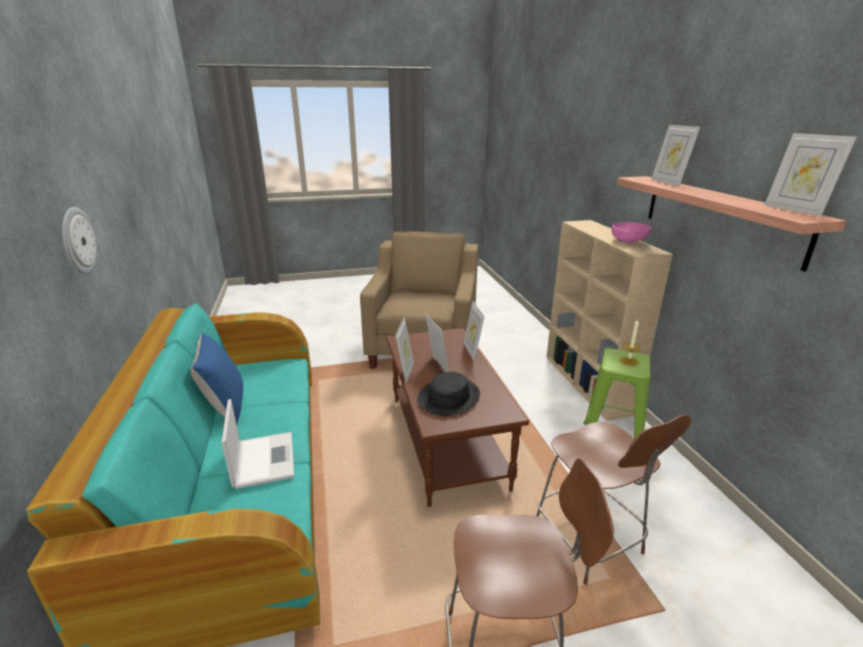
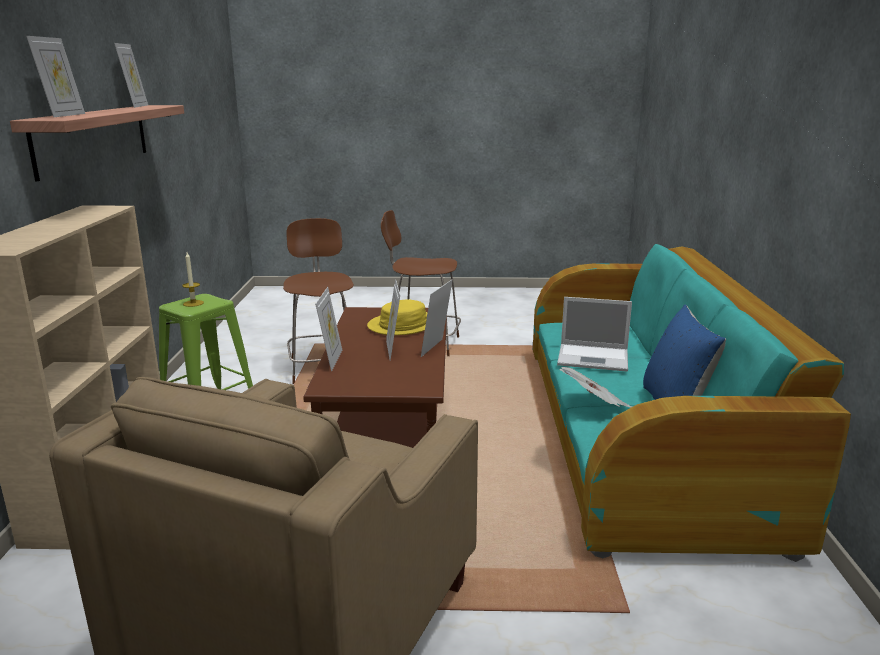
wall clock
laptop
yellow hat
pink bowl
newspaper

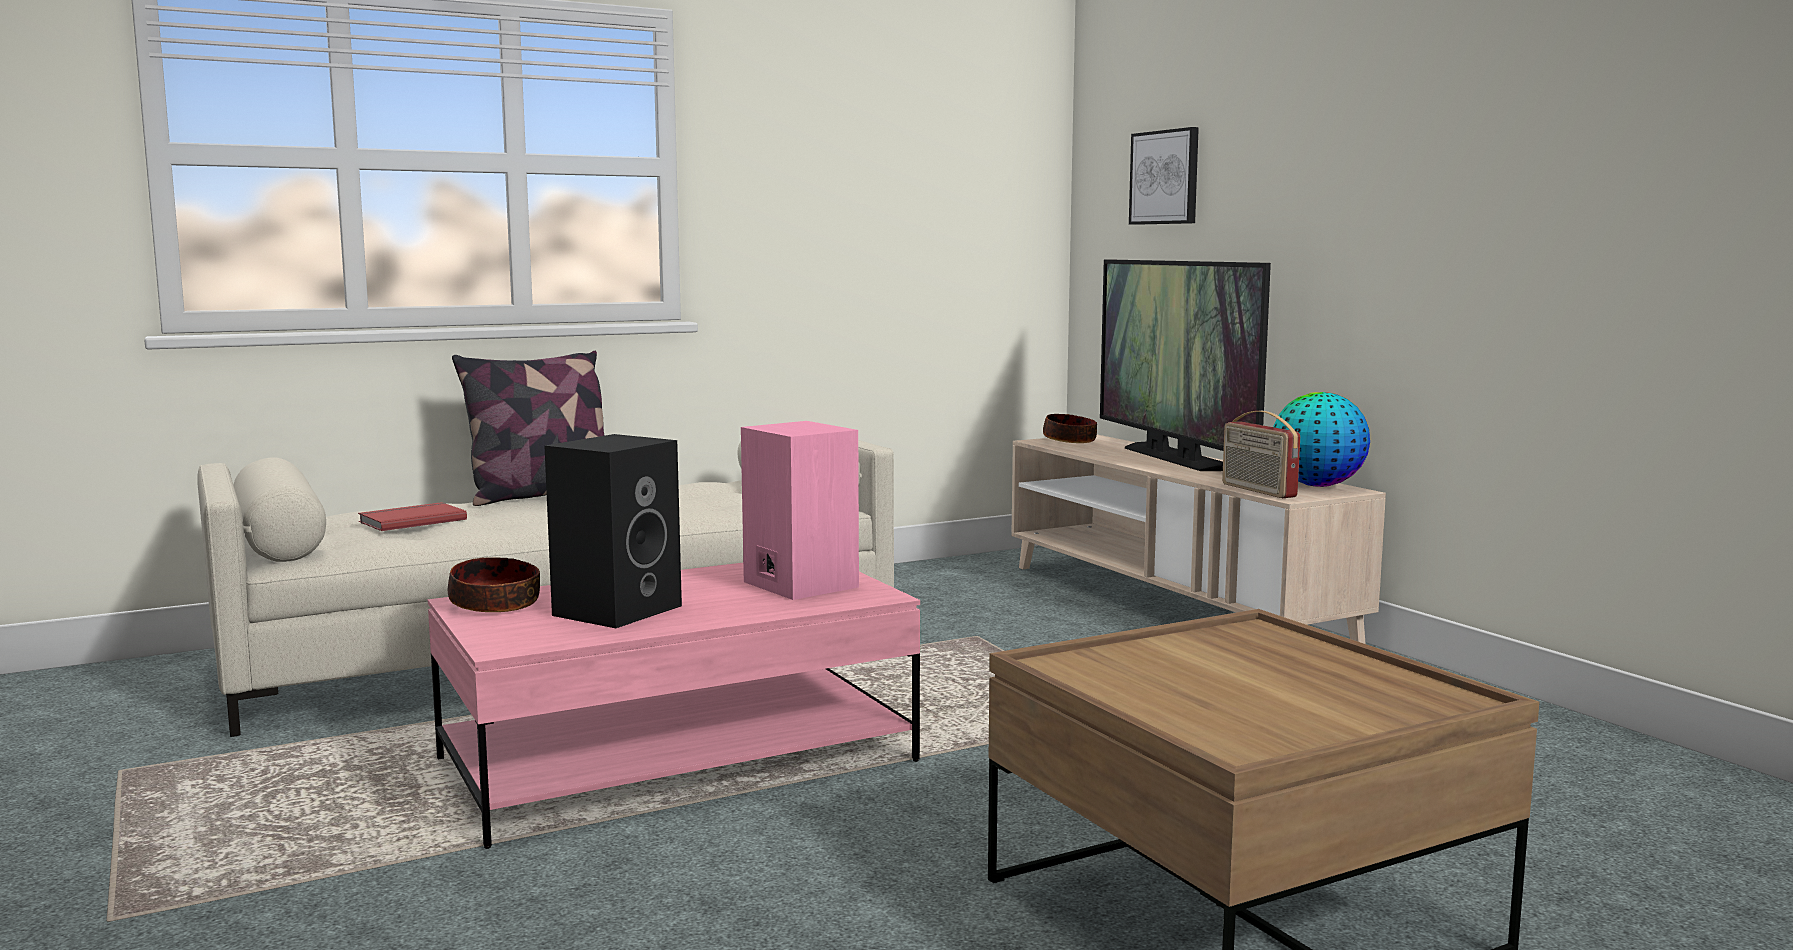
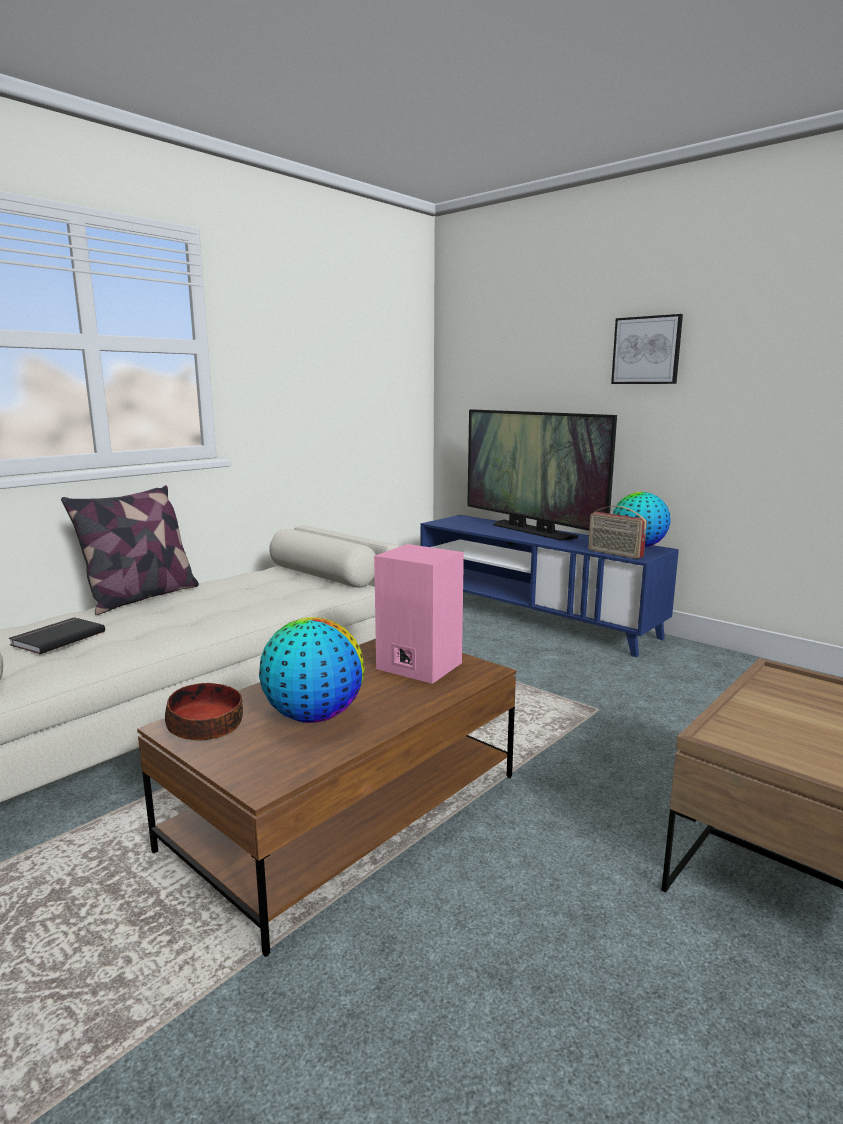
black book
brown coffee table (1st from left)
globe (1st from left)
blue tv stand
bowl (2nd from left in the first image)
picture

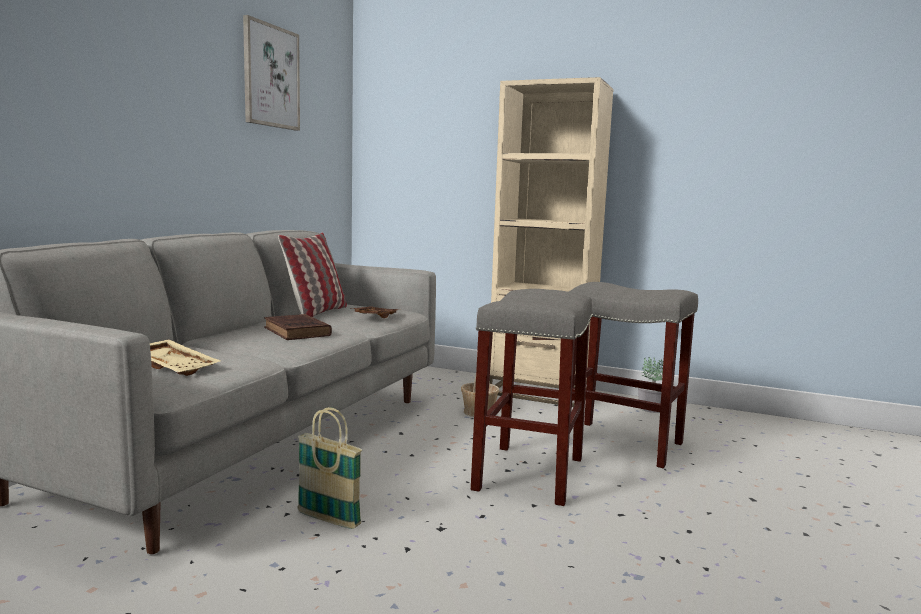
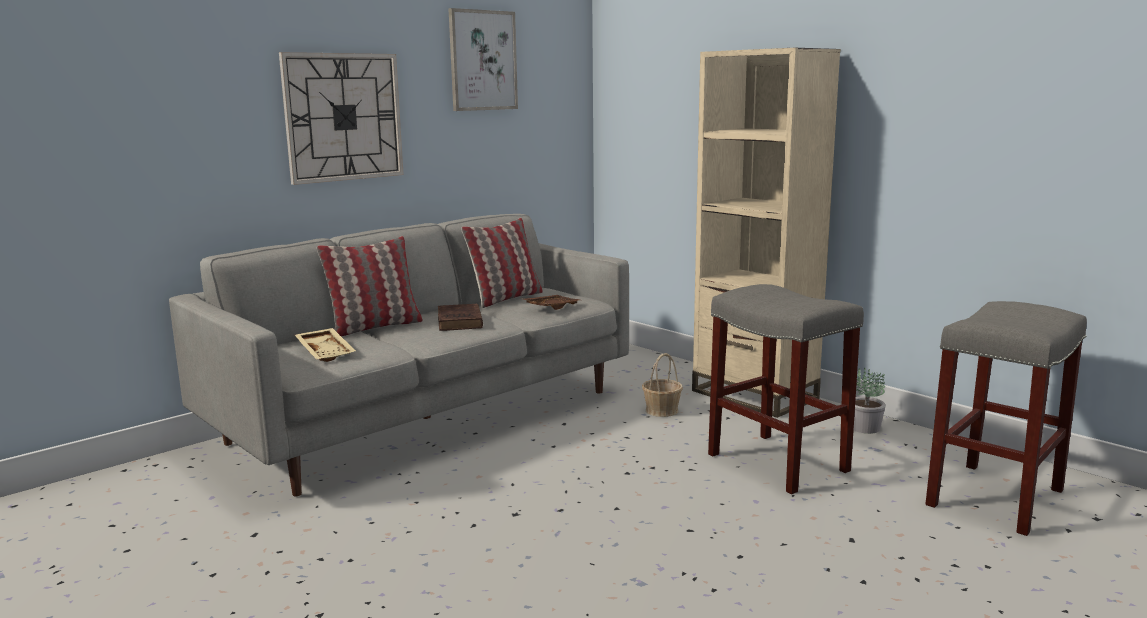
basket (1st from left in the first image)
grey stool (2nd from left)
wall clock
pillow (1st from left)

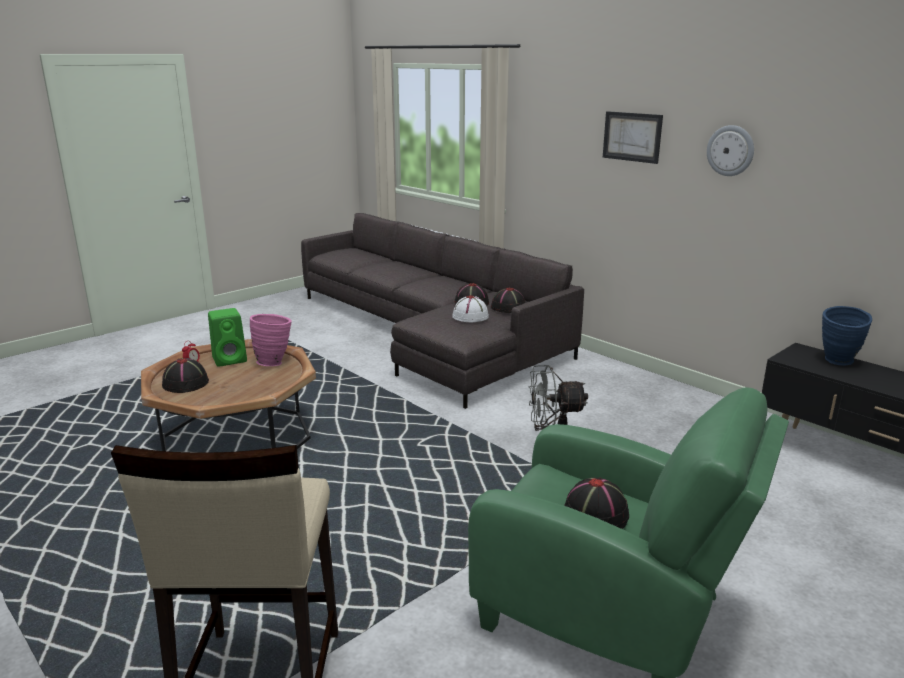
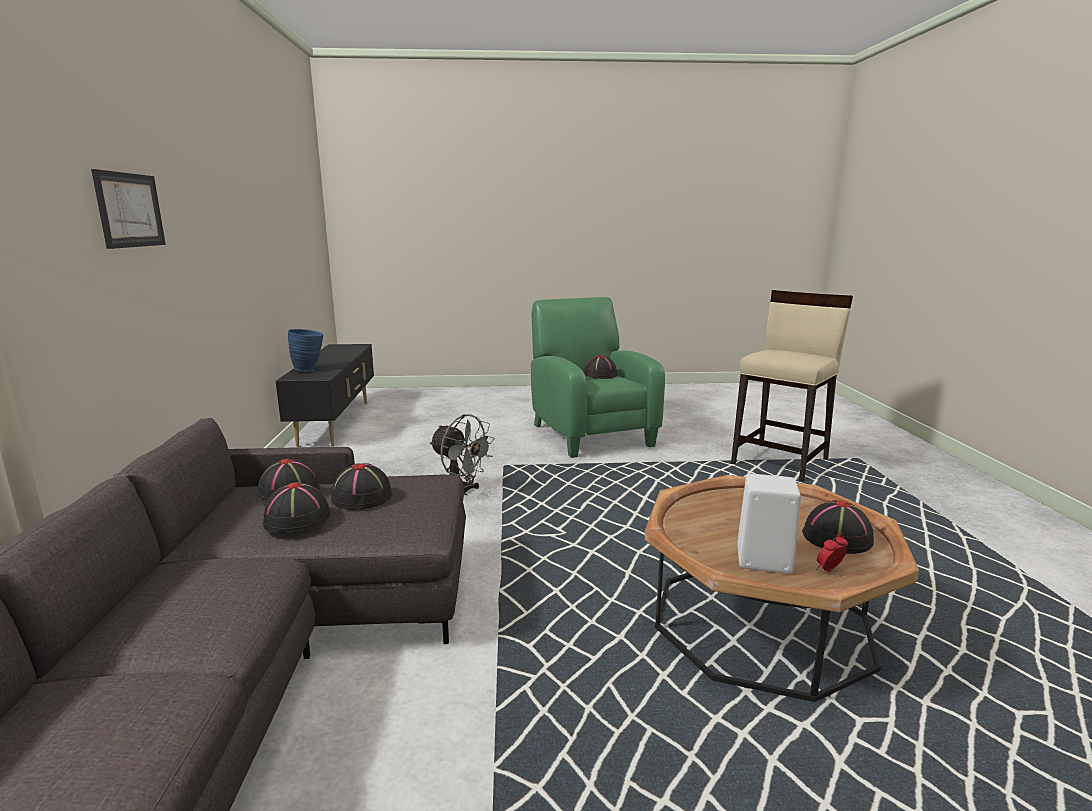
white speaker
pink vase
black hat (3rd from left)
wall clock

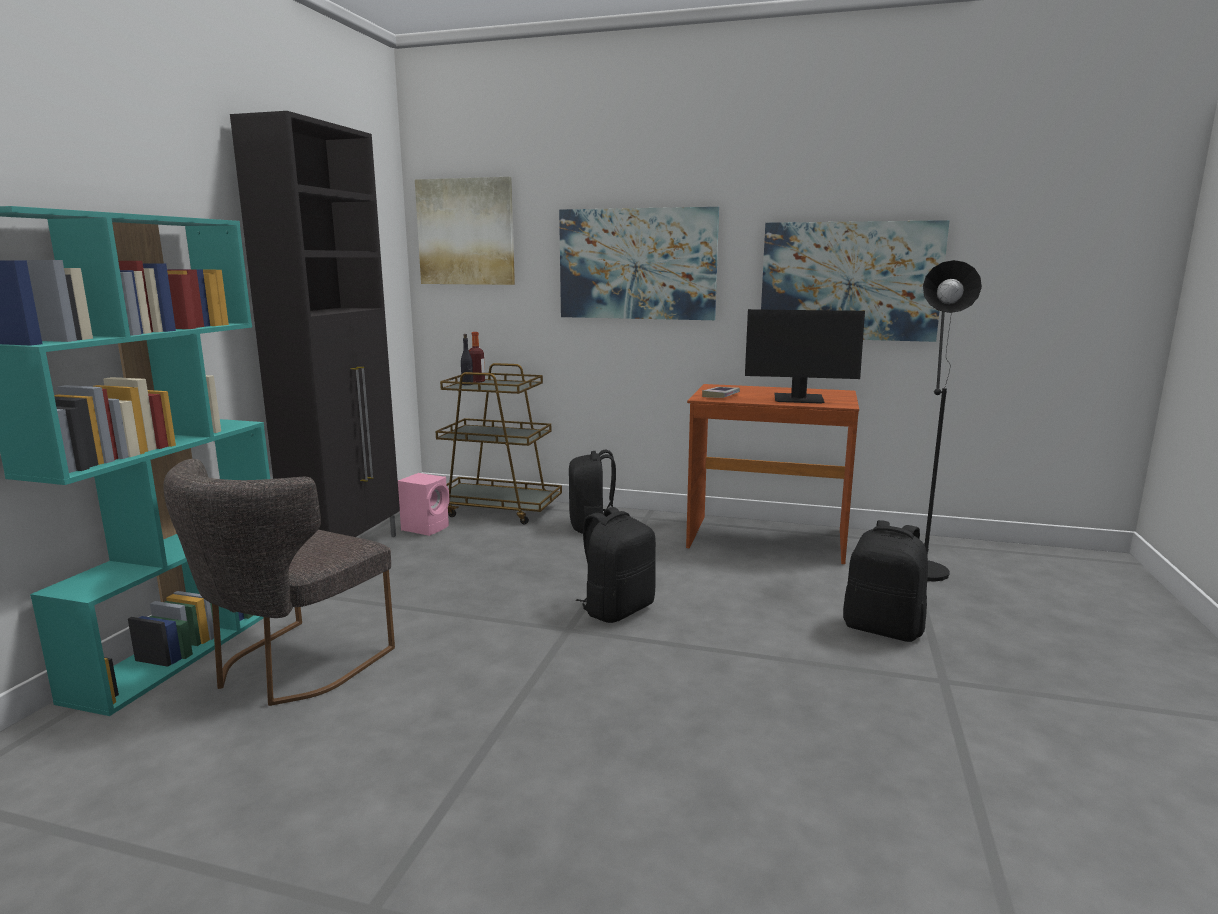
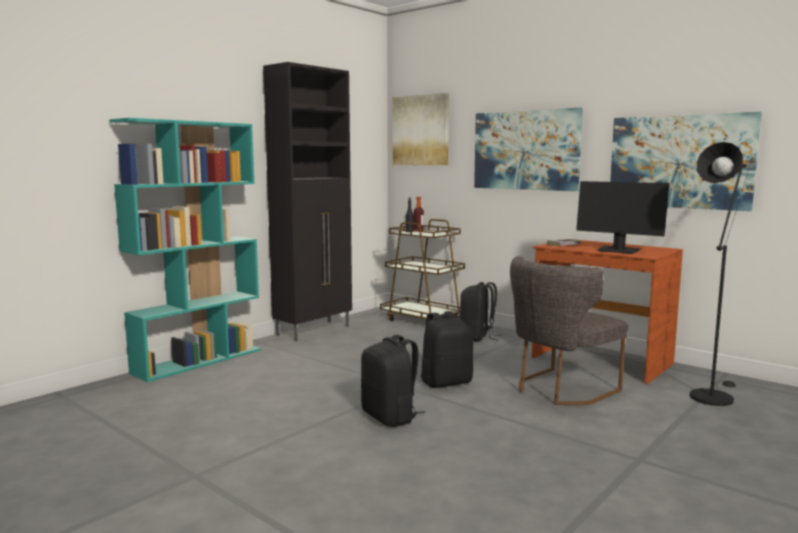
grey chair
pink speaker
black backpack (1st from left)

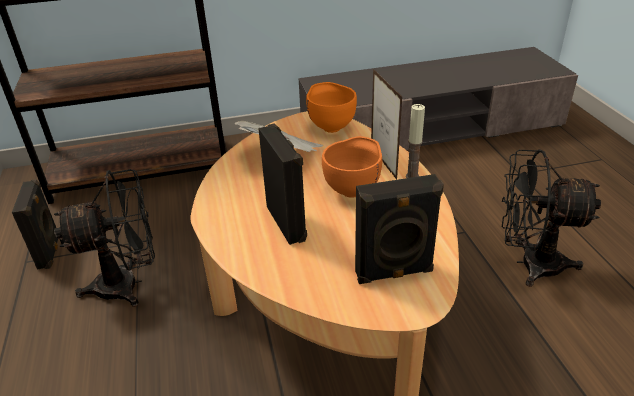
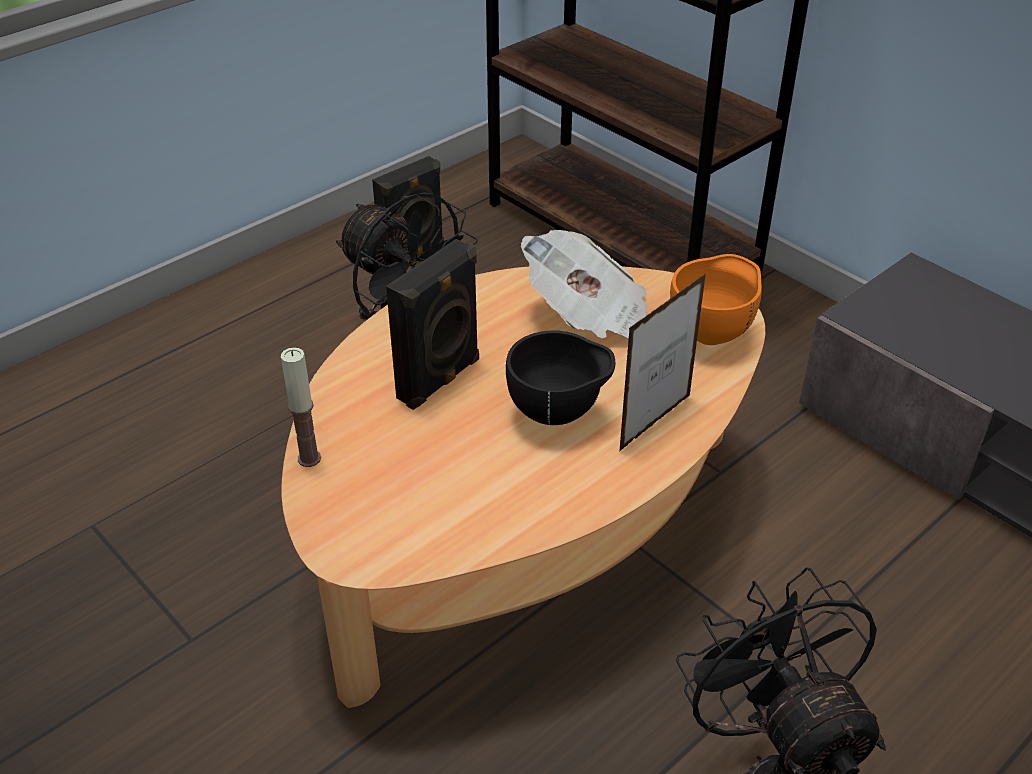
black bowl
black speaker (3rd from left in the first image)
candle

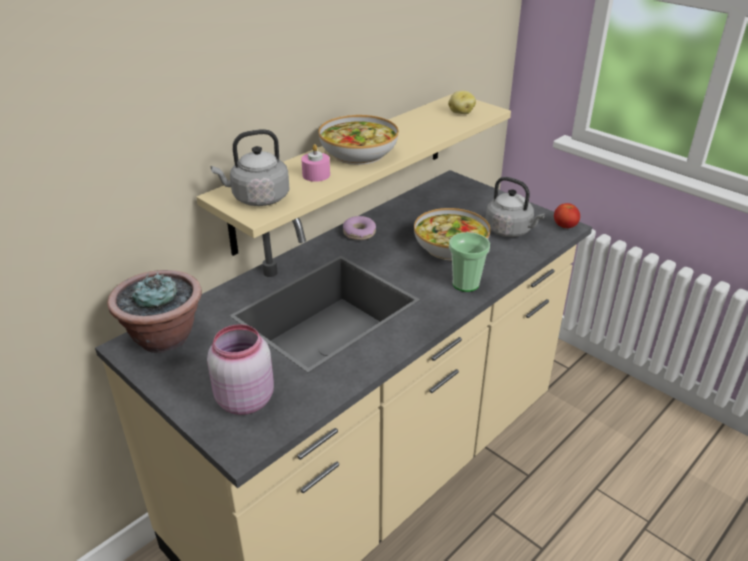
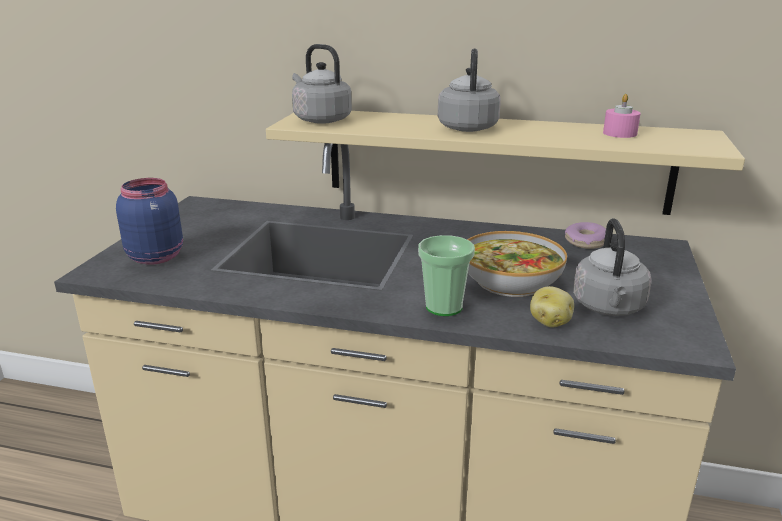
potted plant
blue jar
pink candle
grey kettle (2nd from left)
donut
potato
tomato

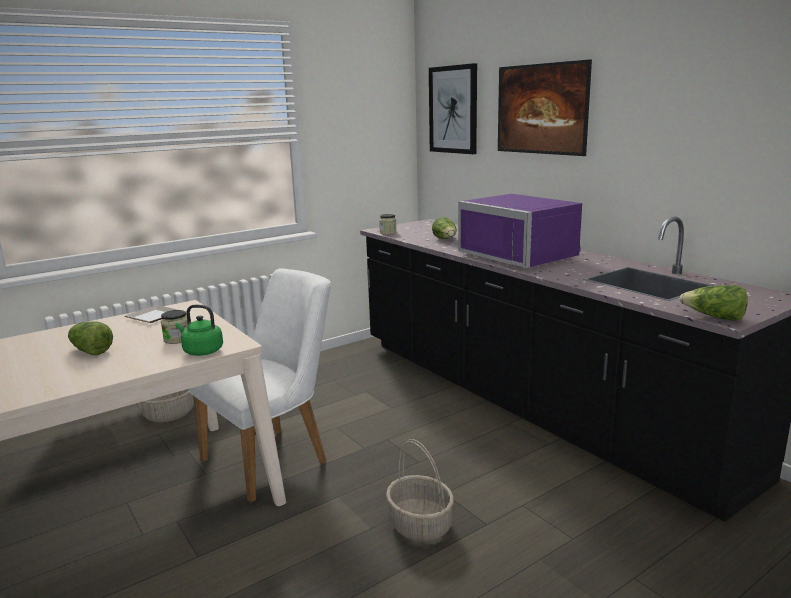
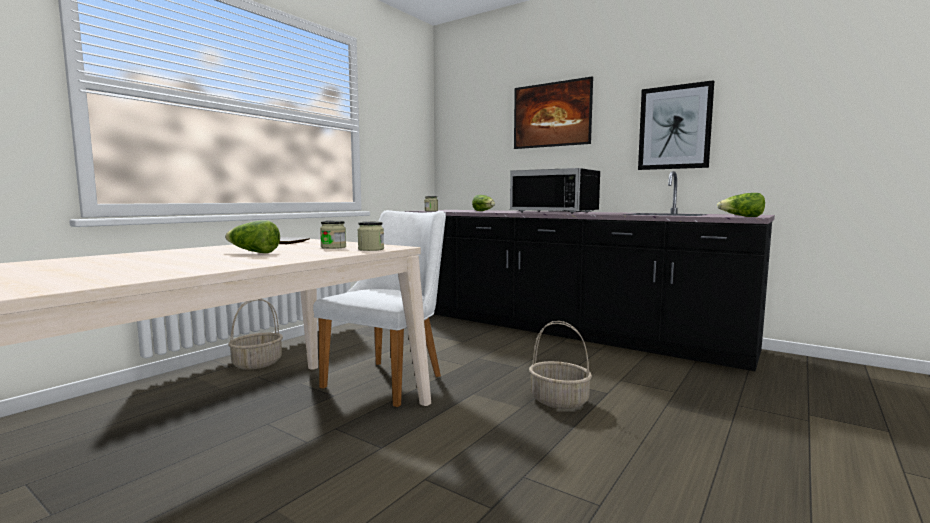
jar (2nd from left)
picture (2nd from left)
black microwave

